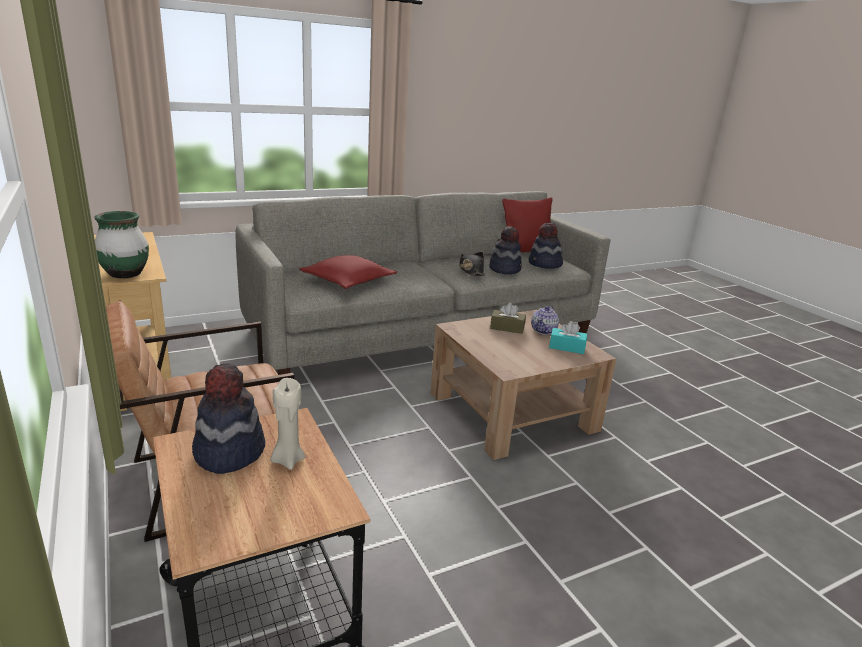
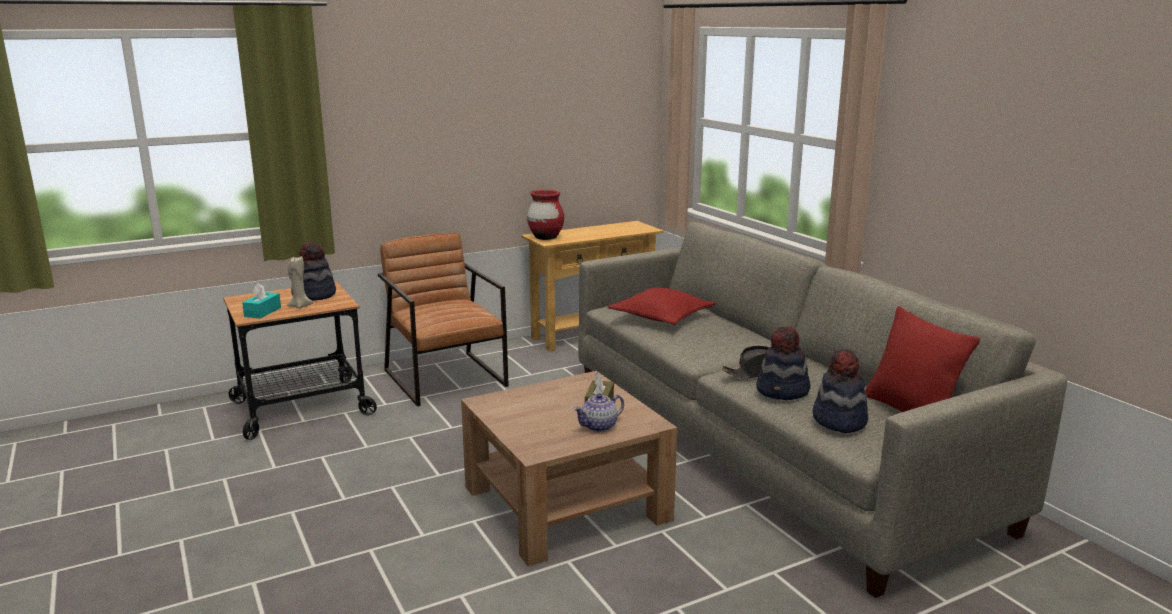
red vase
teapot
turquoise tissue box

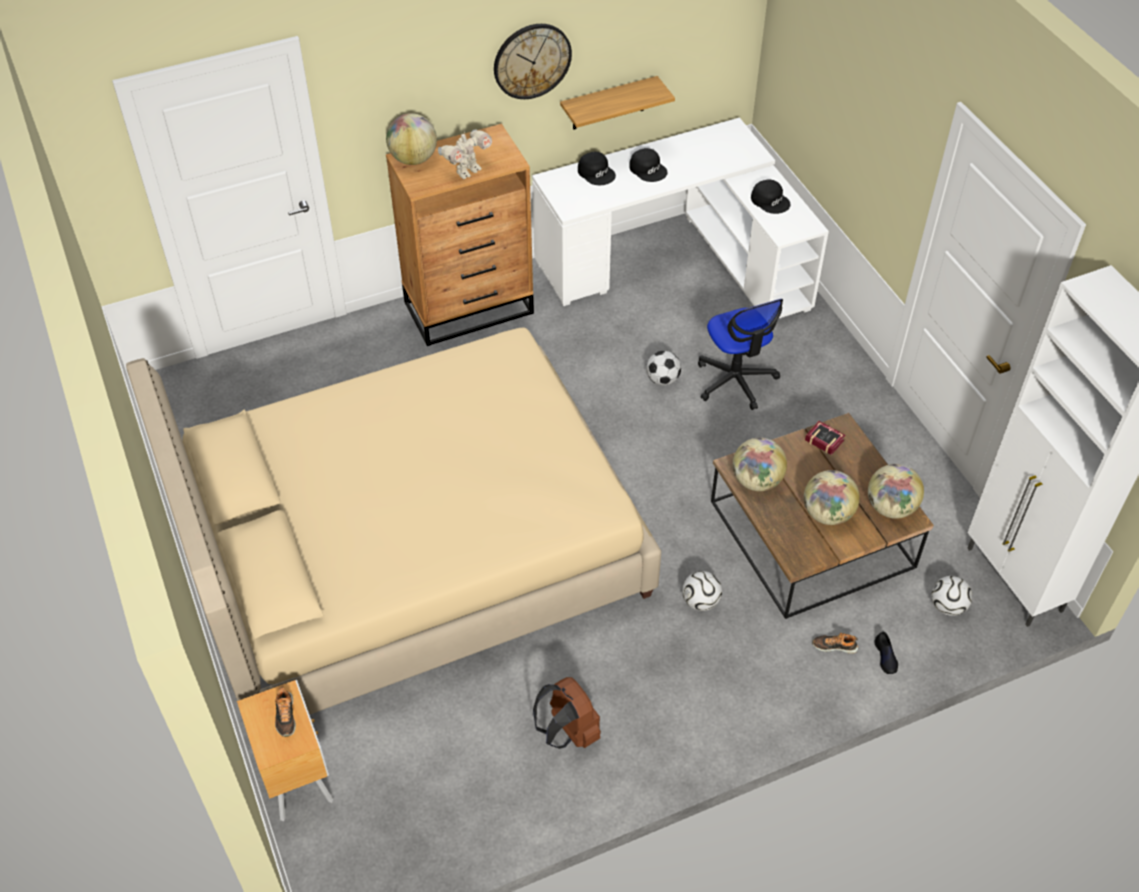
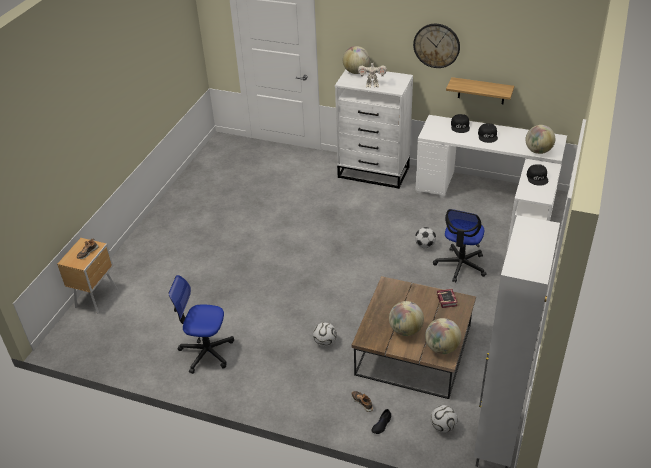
beige bed
white dresser
office chair (1st from left)
globe (4th from left)

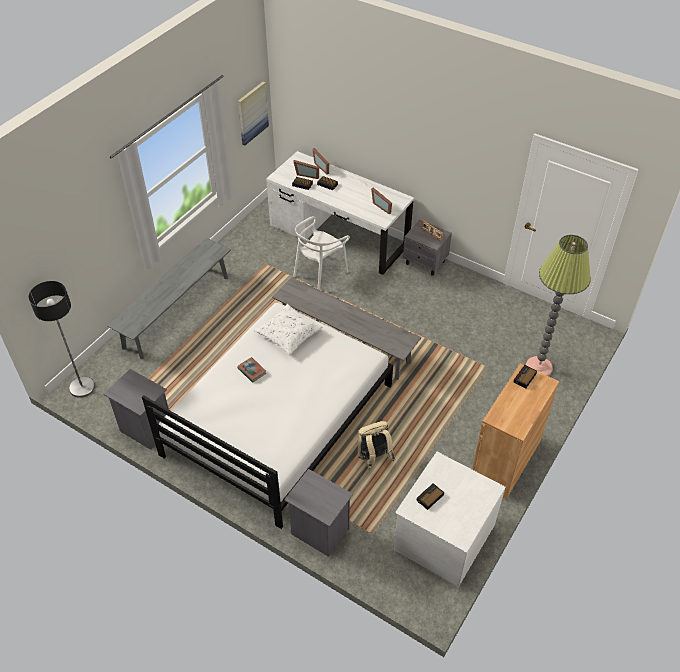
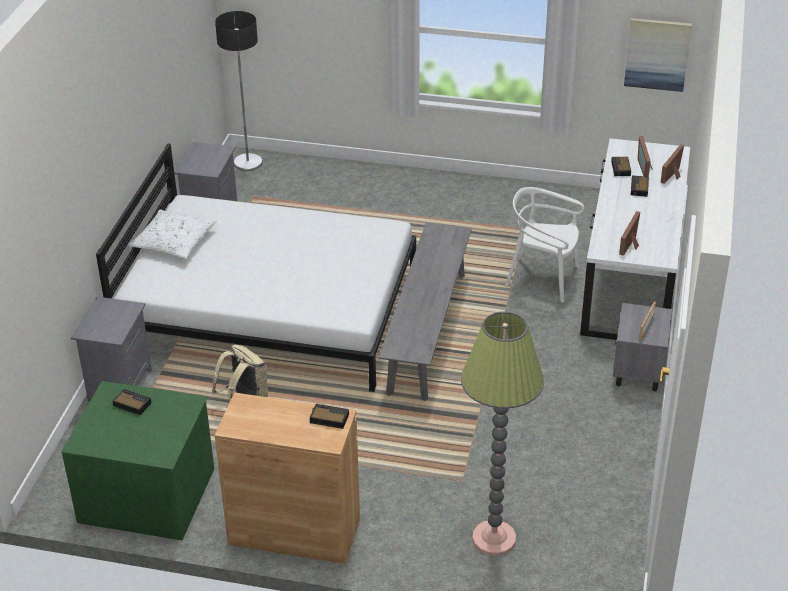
grey bench (1st from left in the first image)
book
white pillow
green dresser

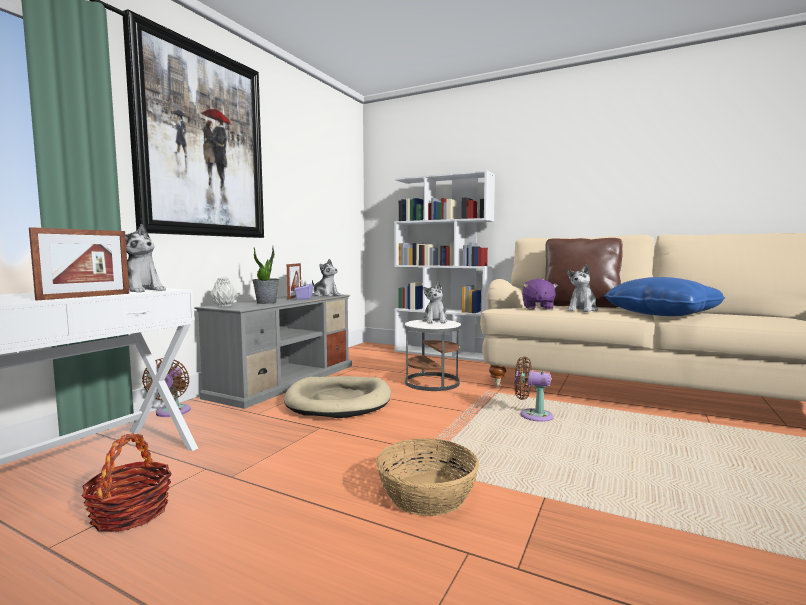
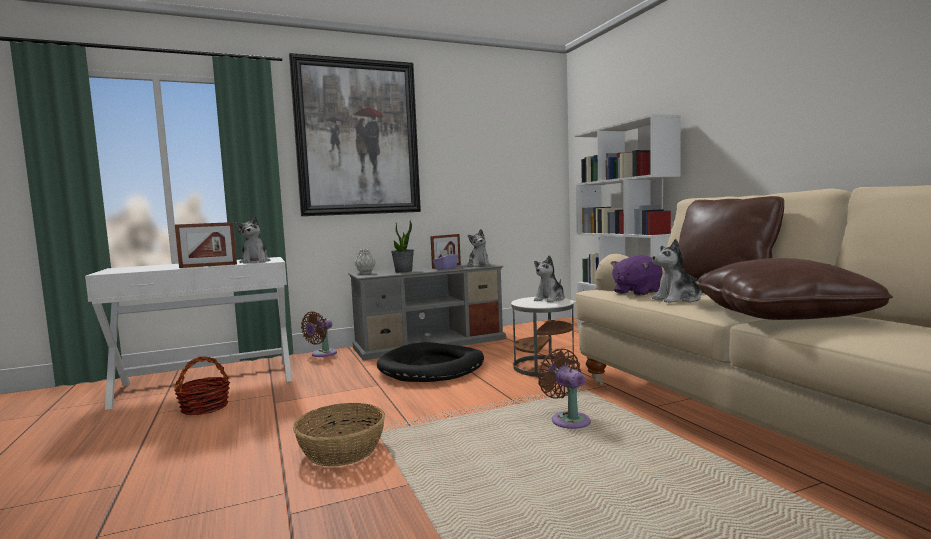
black dog bed
brown pillow (2nd from left)

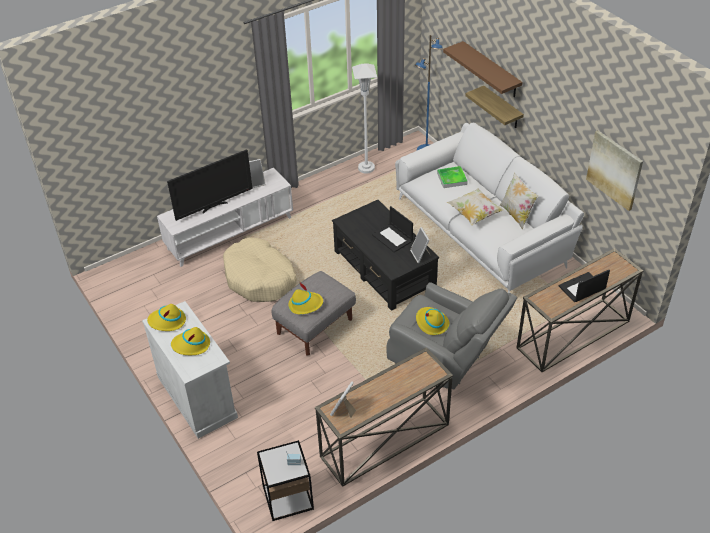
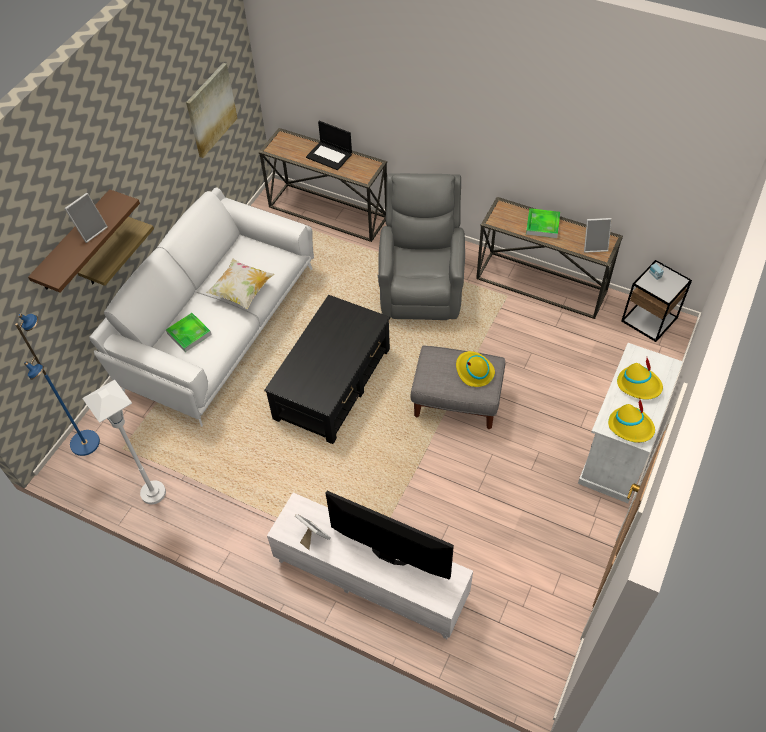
beige dog bed
laptop (1st from left in the first image)
picture frame (1st from left)
yellow hat (4th from left in the first image)
pillow (2nd from left in the first image)
tray (2nd from left)

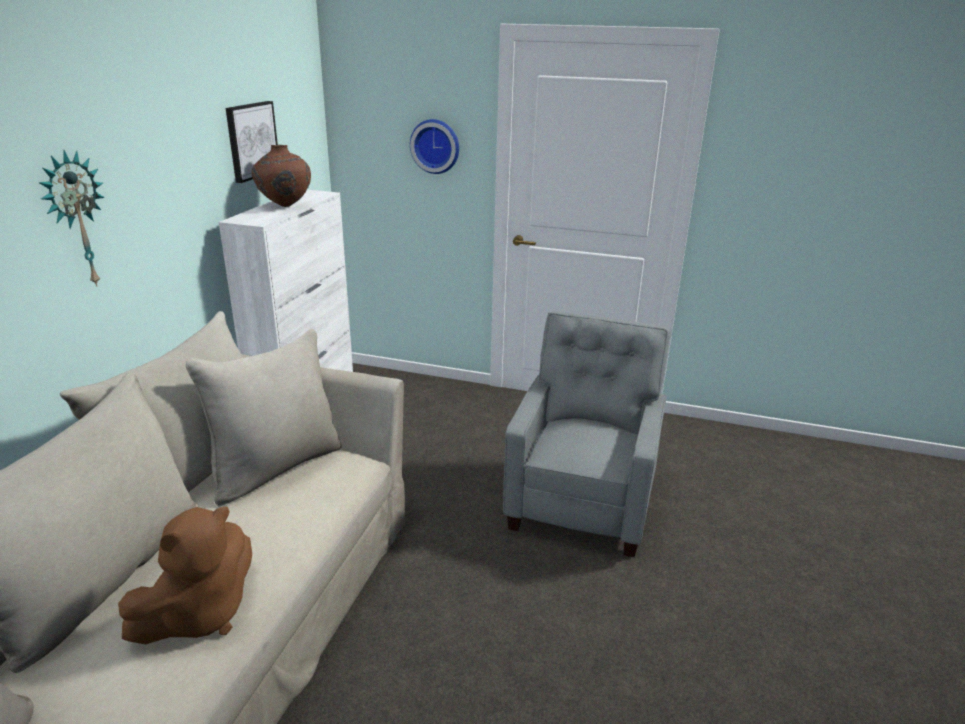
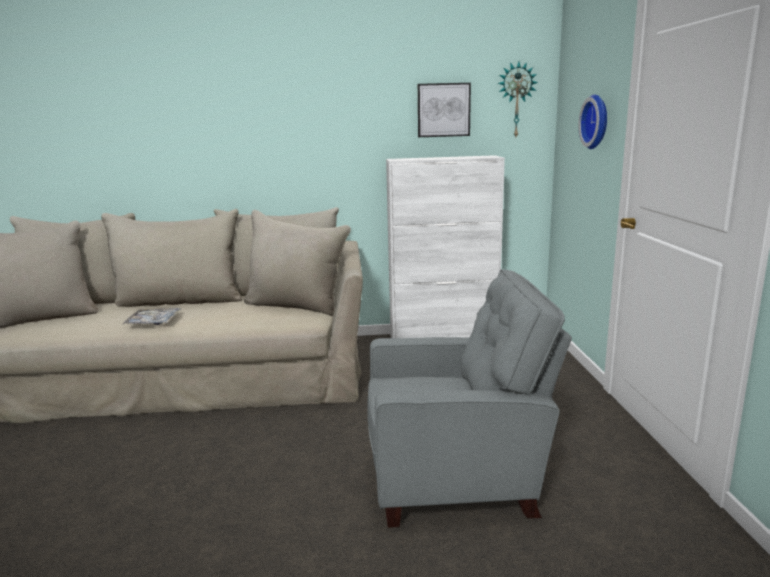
wall clock (1st from left)
tray
brown vase

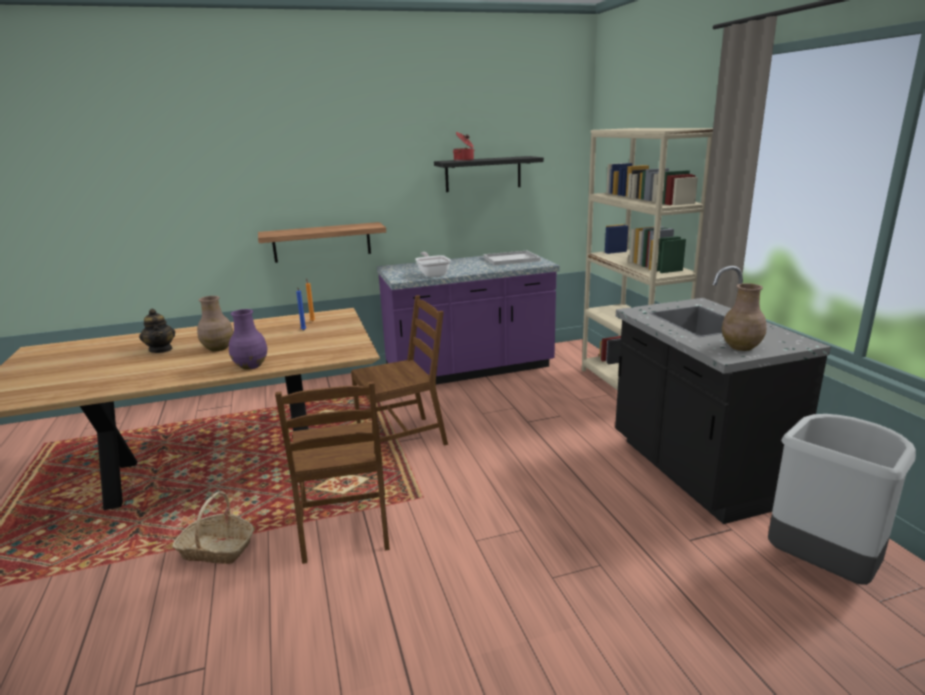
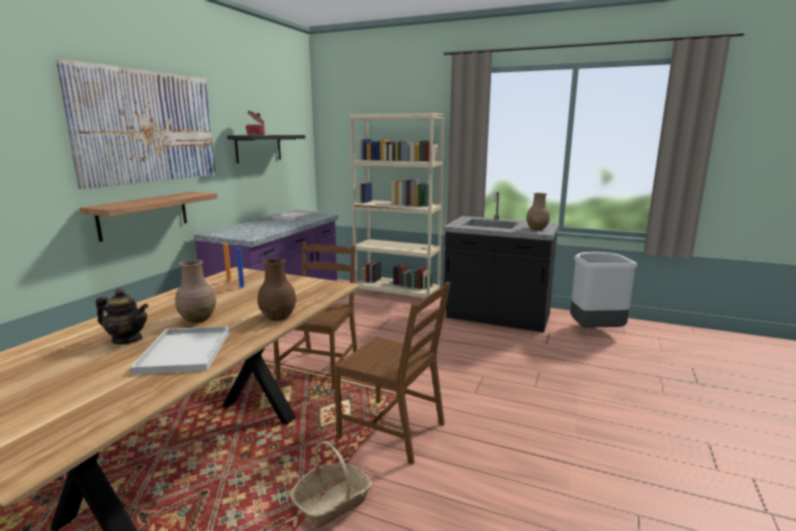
brown vase (2nd from left)
frying pan
picture
white tray (1st from left)

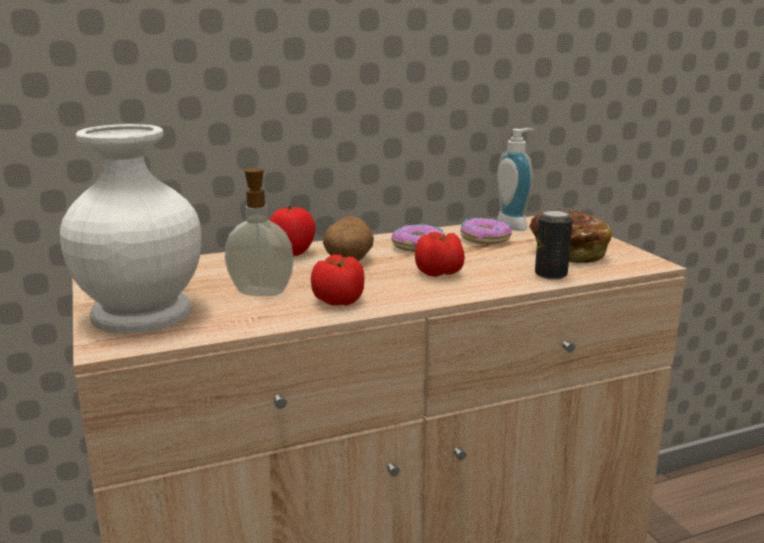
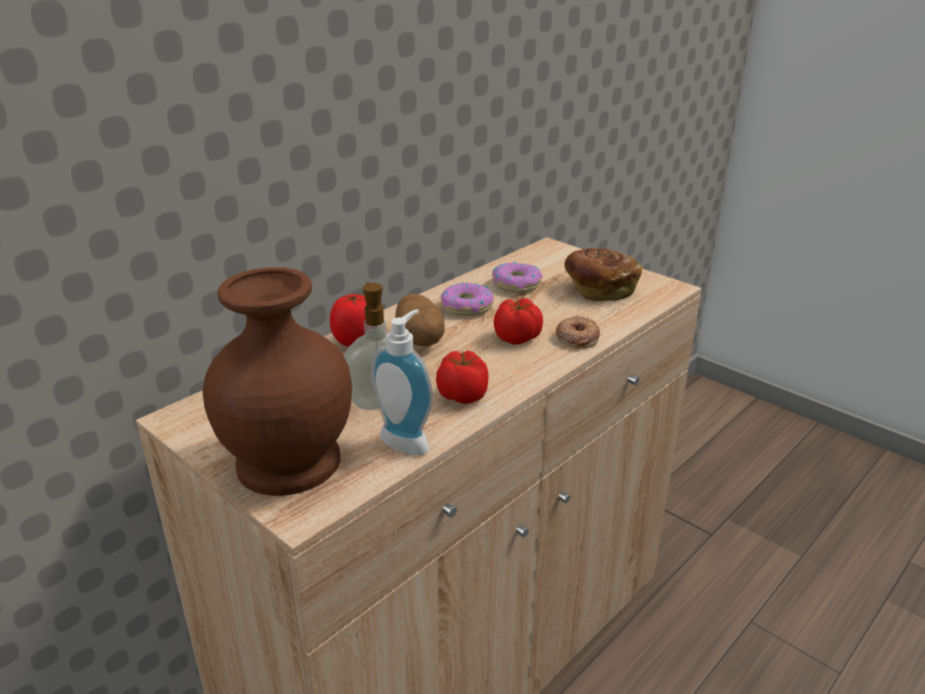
brown vase
soap dispenser (2nd from left)
can
donut (3rd from left)

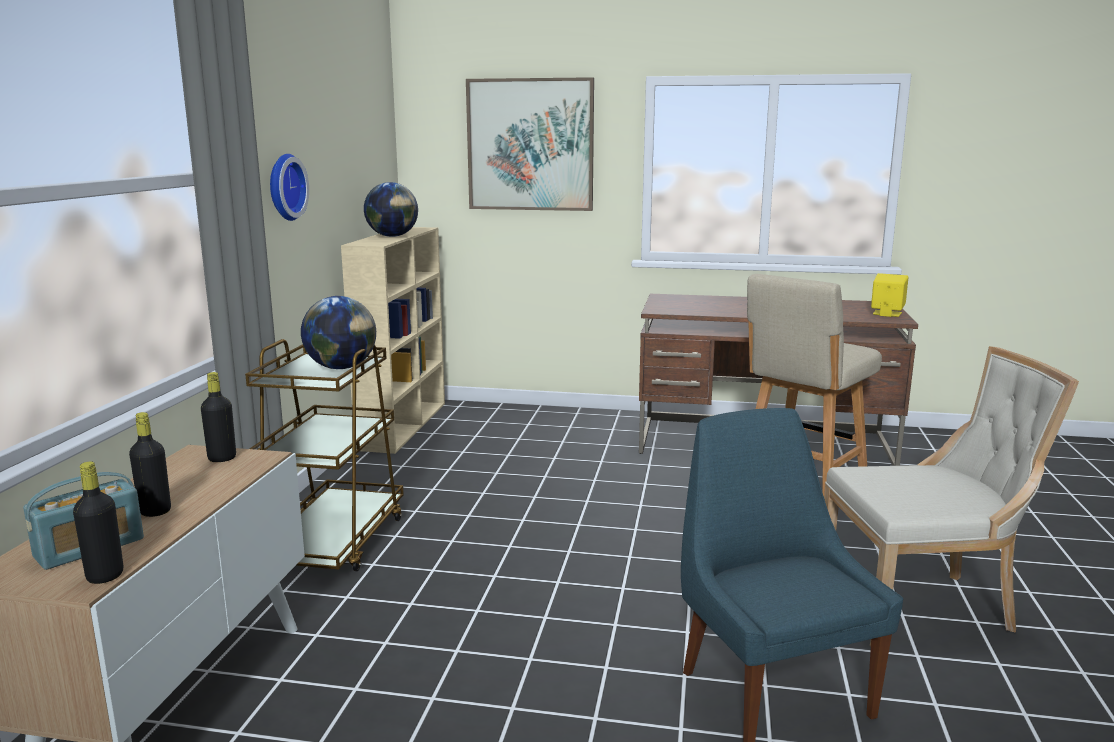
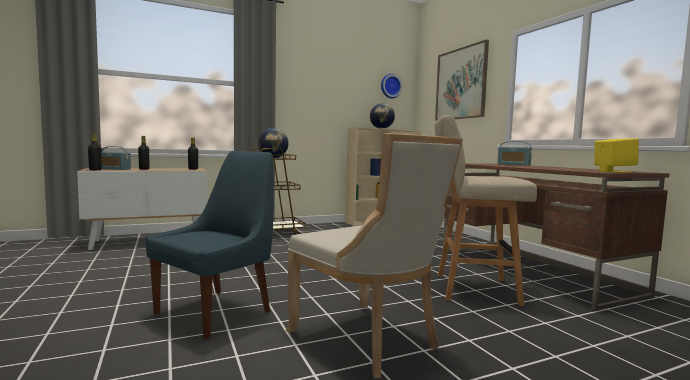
wall clock
radio (2nd from left)

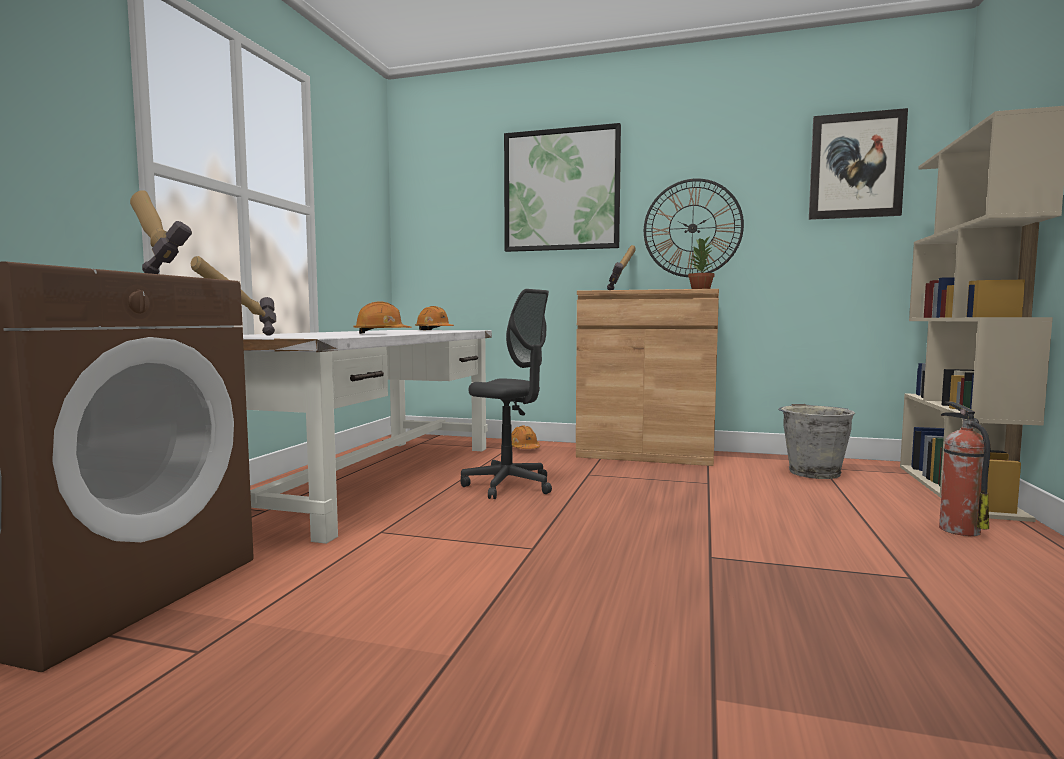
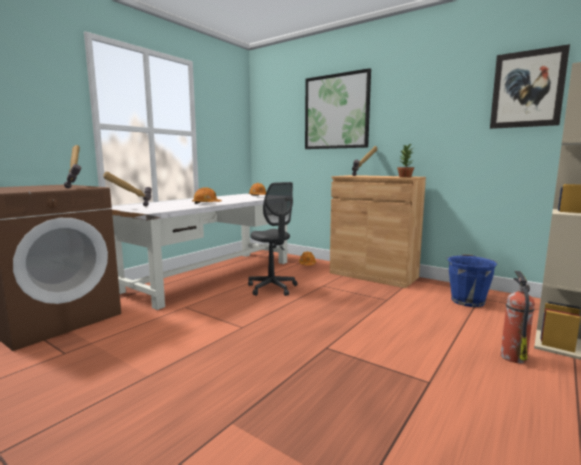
wall clock
blue bucket

